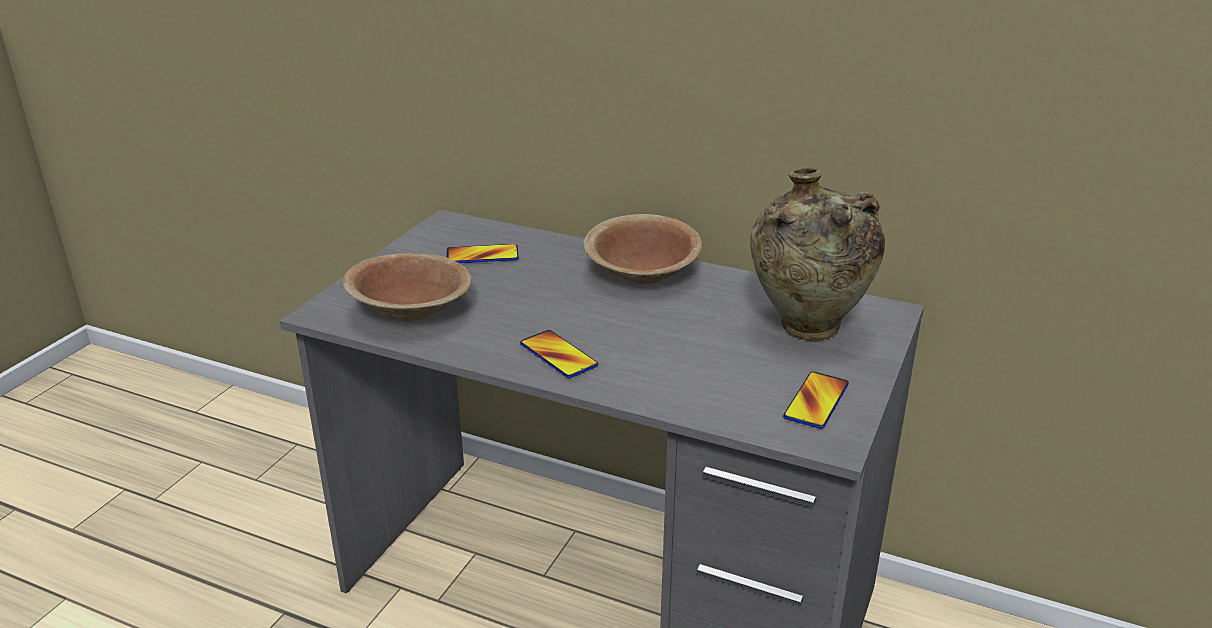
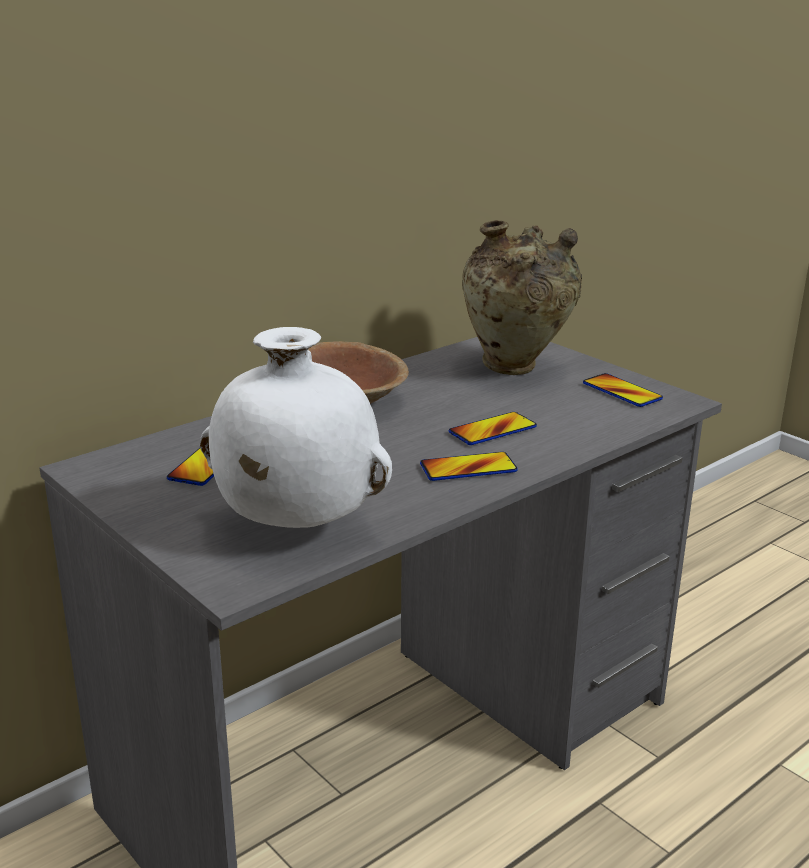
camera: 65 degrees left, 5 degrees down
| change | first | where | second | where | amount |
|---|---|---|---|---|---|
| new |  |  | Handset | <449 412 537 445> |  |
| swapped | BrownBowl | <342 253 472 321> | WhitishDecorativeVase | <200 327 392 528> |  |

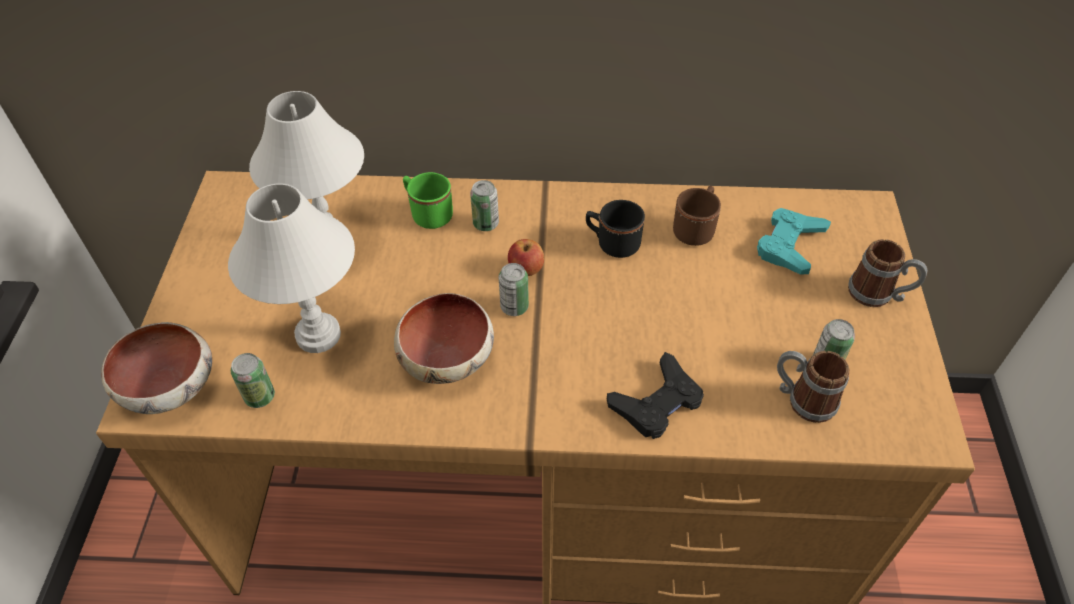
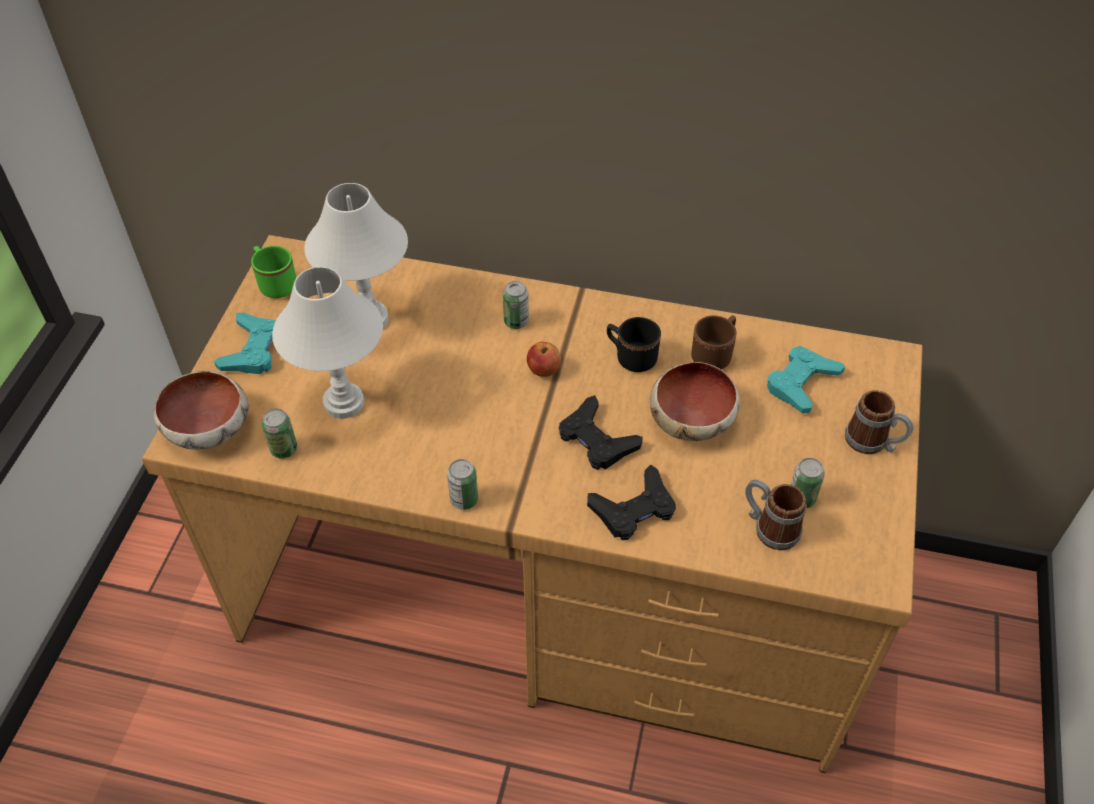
camera: 10 degrees right, 0 degrees up
| change | first | where | second | where | amount |
|---|---|---|---|---|---|
| new |  |  | TurquoiseColouredJoypad | <214 313 276 374> |  |
| new |  |  | BlackColouredJoypad | <559 395 643 470> |  |
| shifted | Bowl | <394 293 494 384> |  | <650 362 740 441> |  |
| shifted | GreenishCoffeeMug | <403 172 453 229> |  | <251 246 296 298> |  |
| shifted | SealedCan | <499 263 529 316> |  | <447 459 478 510> |  |

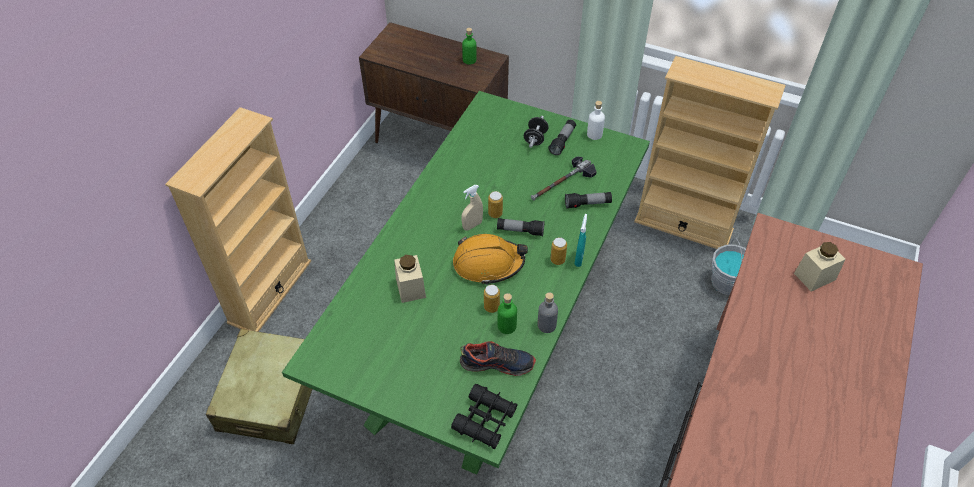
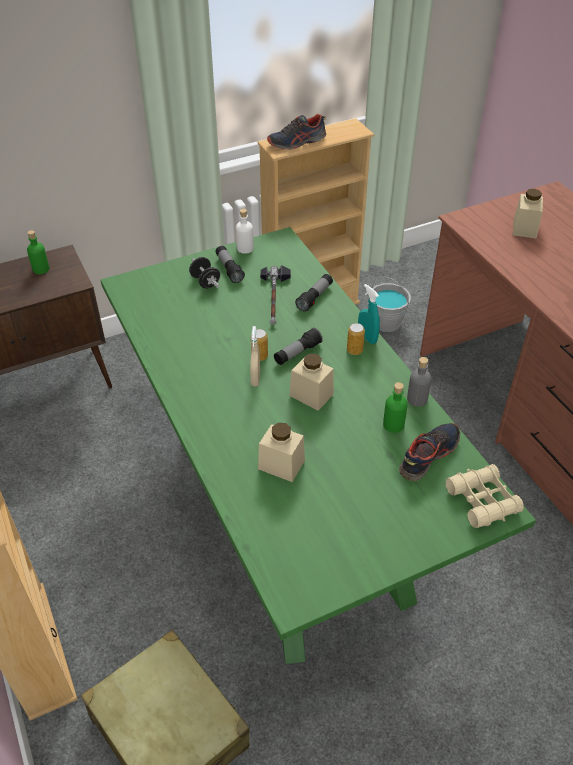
camera: 50 degrees left, 5 degrees down
| change | first | where | second | where | amount |
|---|---|---|---|---|---|
| gone | SealedCan | <484 285 500 313> |  |  |  |
| new |  |  | LowShoe | <267 114 326 150> |  |
| swapped | OrangeColouredSafetyHelmet | <453 234 528 285> | SandColouredPreserveJar | <289 353 334 411> |  |
| repainted | BlackColouredPairOfBinoculars | <451 384 518 449> | SandColouredPairOfBinoculars | <446 464 524 528> |  |

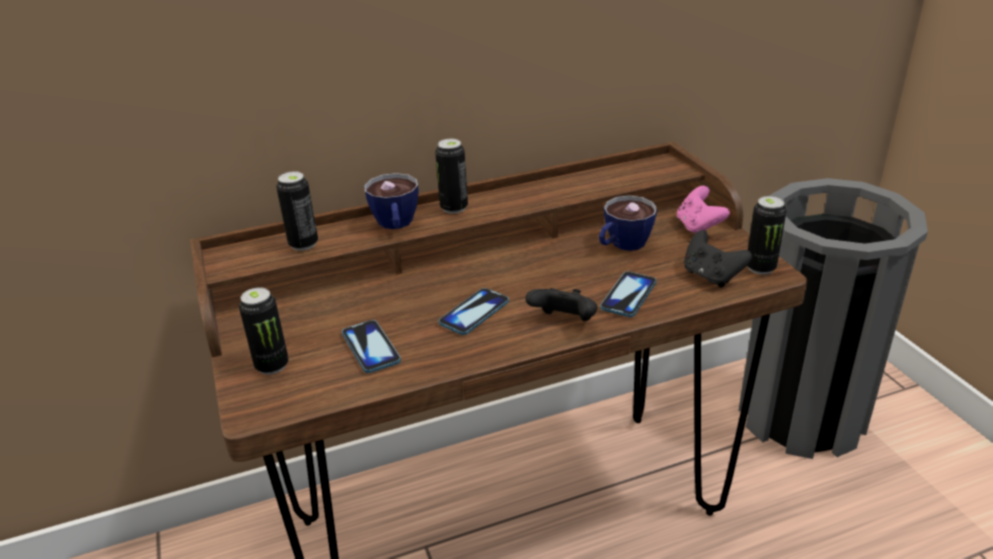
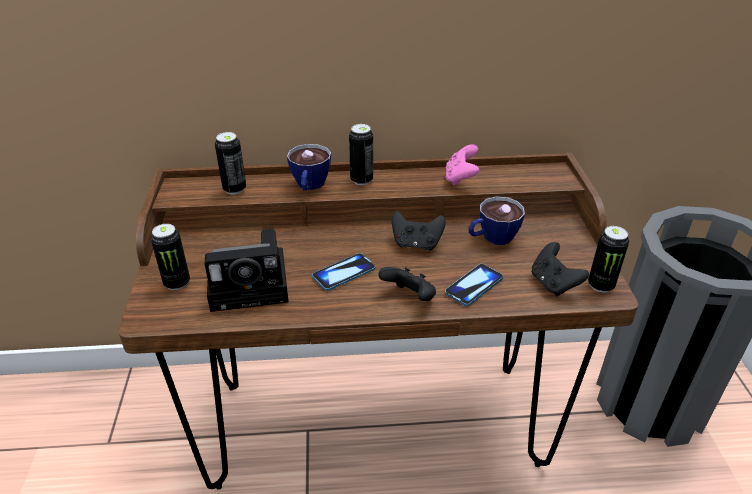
camera: 15 degrees right, 5 degrees up
| change | first | where | second | where | amount |
|---|---|---|---|---|---|
| new |  |  | BlackColouredJoypad | <392 211 446 250> |  |
| shifted | PinkColouredJoypad | <677 186 730 233> |  | <446 144 479 186> |  |
| swapped | Handset | <342 320 401 373> | PhotoCamera | <205 229 289 312> |  |

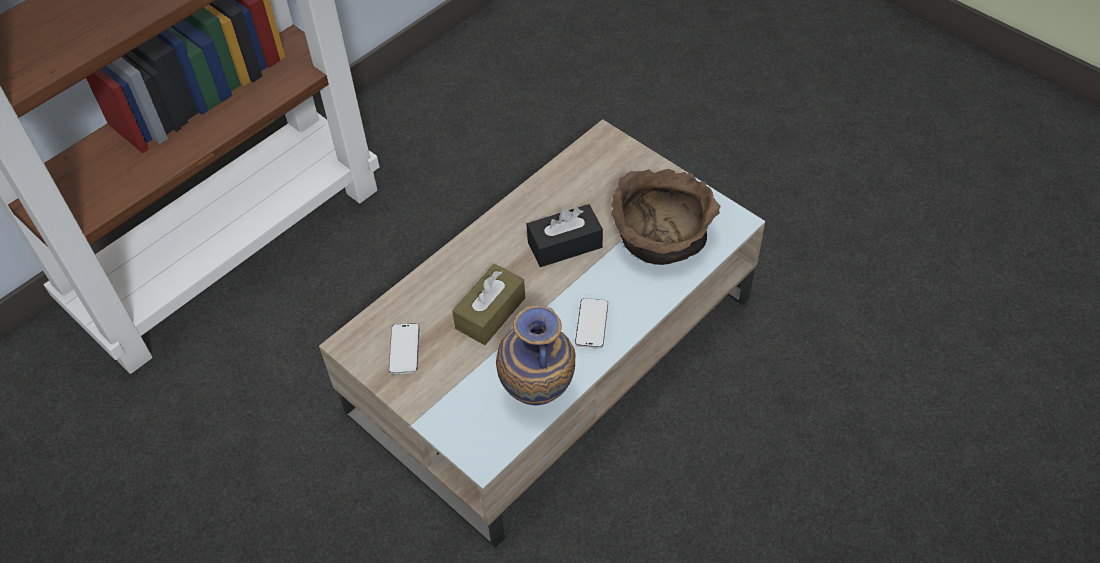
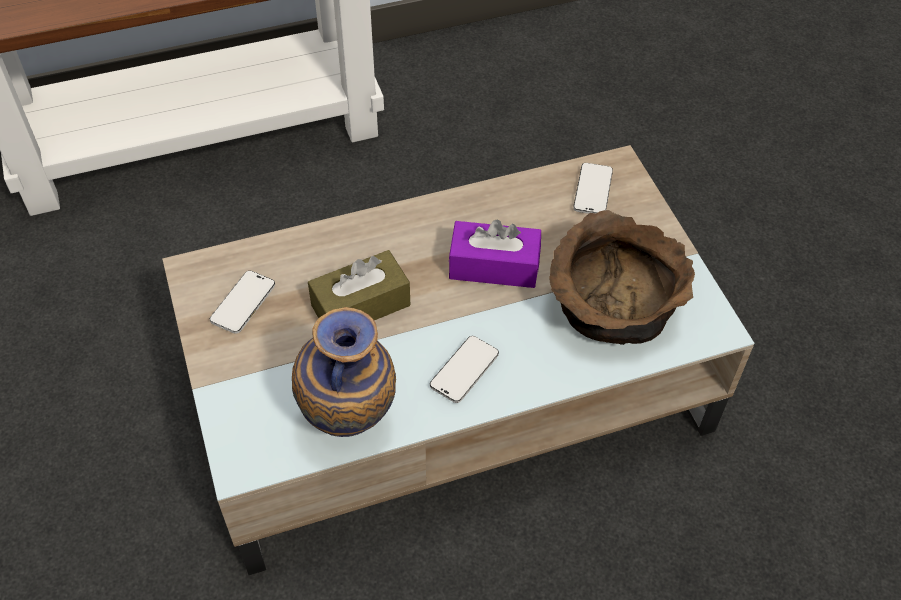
camera: 25 degrees right, 0 degrees up
| change | first | where | second | where | amount |
|---|---|---|---|---|---|
| new |  |  | Handset | <573 163 613 214> |  |
| repainted | BlackColouredTissueHolder | <526 204 603 267> | PurpleColouredTissueHolder | <449 219 541 288> |  |

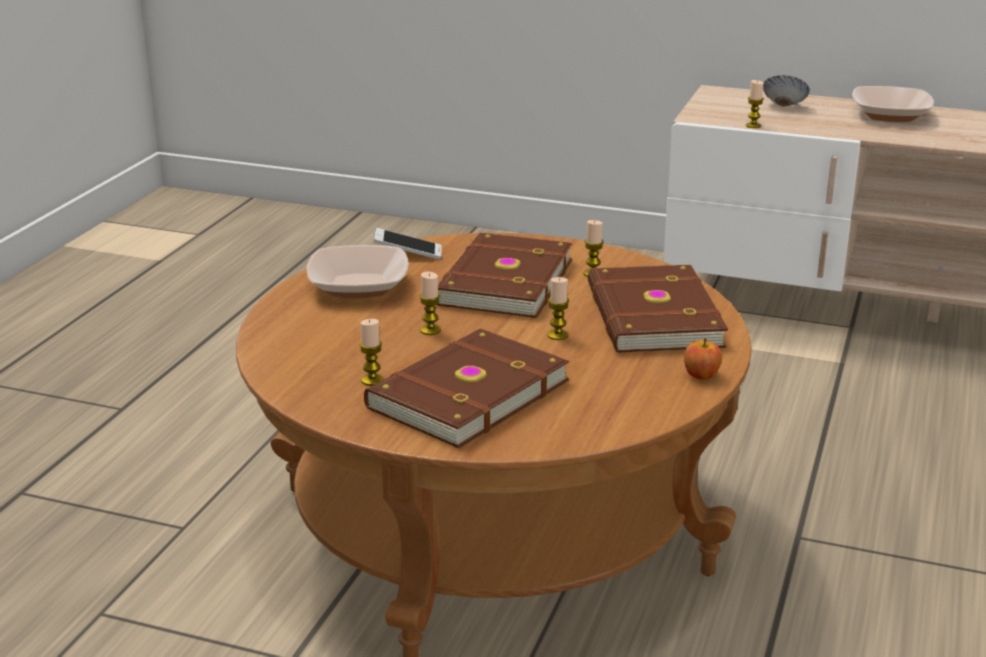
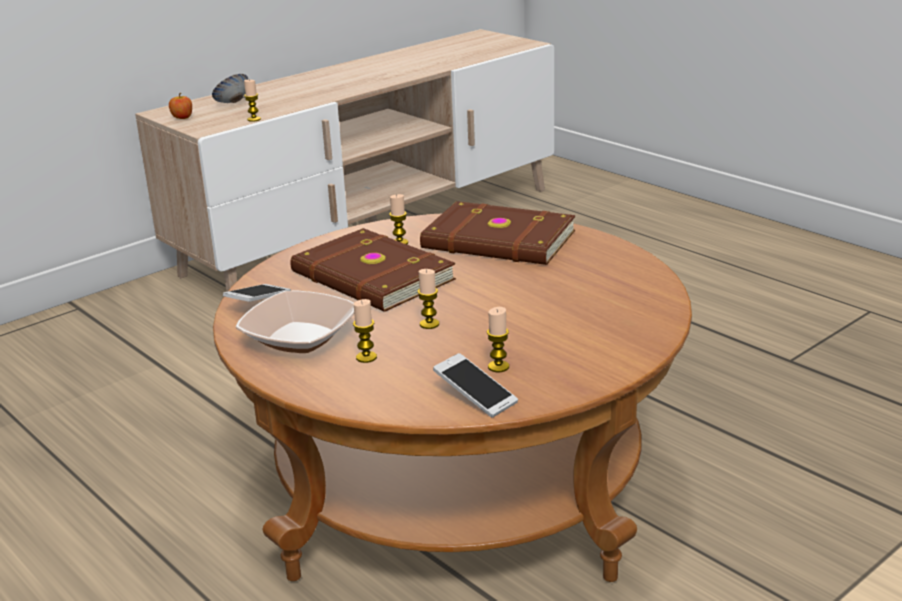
camera: 60 degrees left, 0 degrees up
| change | first | where | second | where | amount |
|---|---|---|---|---|---|
| gone | BrownBook | <364 329 569 448> |  |  |  |
| gone | Bowl | <852 86 934 122> |  |  |  |
| new |  |  | Handset | <433 353 518 418> |  |
| shifted | Candle | <548 277 570 340> |  | <353 299 377 363> |  |
| shifted | WholeApple | <684 339 722 380> |  | <169 93 192 119> |  |

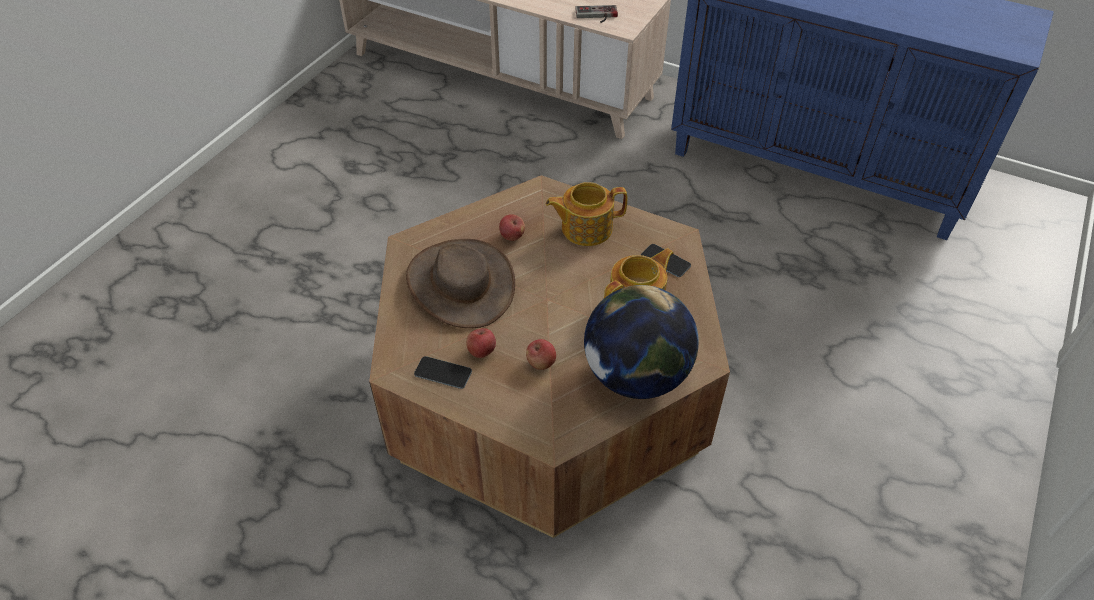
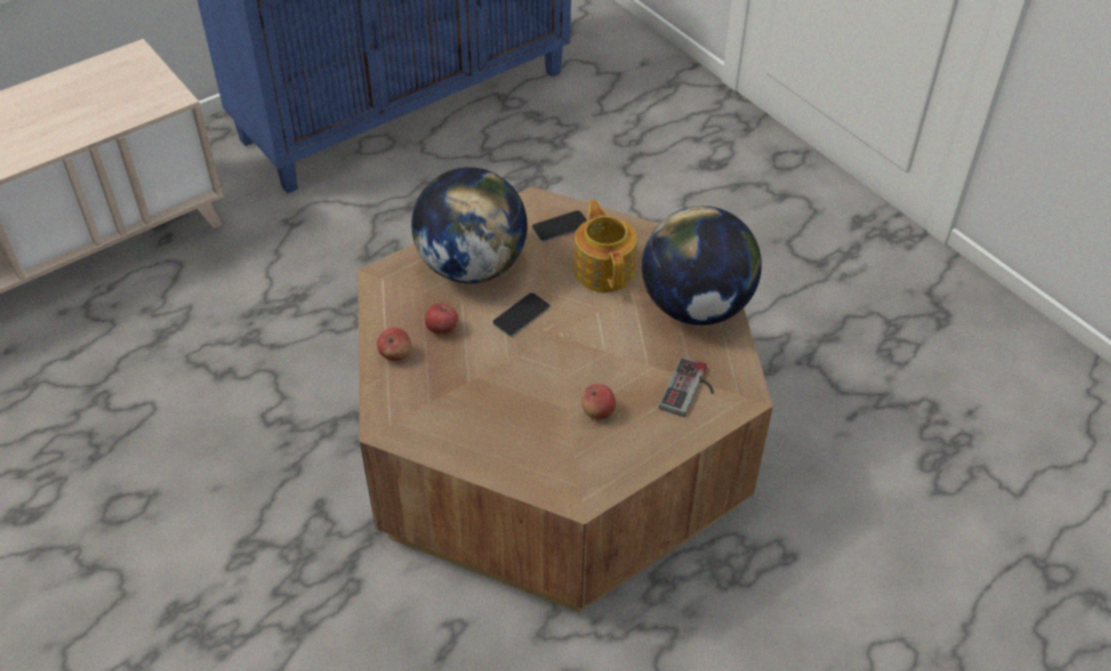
camera: 65 degrees left, 0 degrees up
| change | first | where | second | where | amount |
|---|---|---|---|---|---|
| gone | BrownClothingHat | <406 239 515 328> |  |  |  |
| shifted | Handset | <414 356 472 389> |  | <493 293 550 336> |  |
| shifted | WholeApple | <526 339 556 370> |  | <377 327 411 361> |  |
| shifted | Joypad | <575 5 618 23> |  | <659 356 714 417> |  |
| swapped | PotForTea | <546 182 627 246> | WorldGlobe | <411 167 527 283> |  |

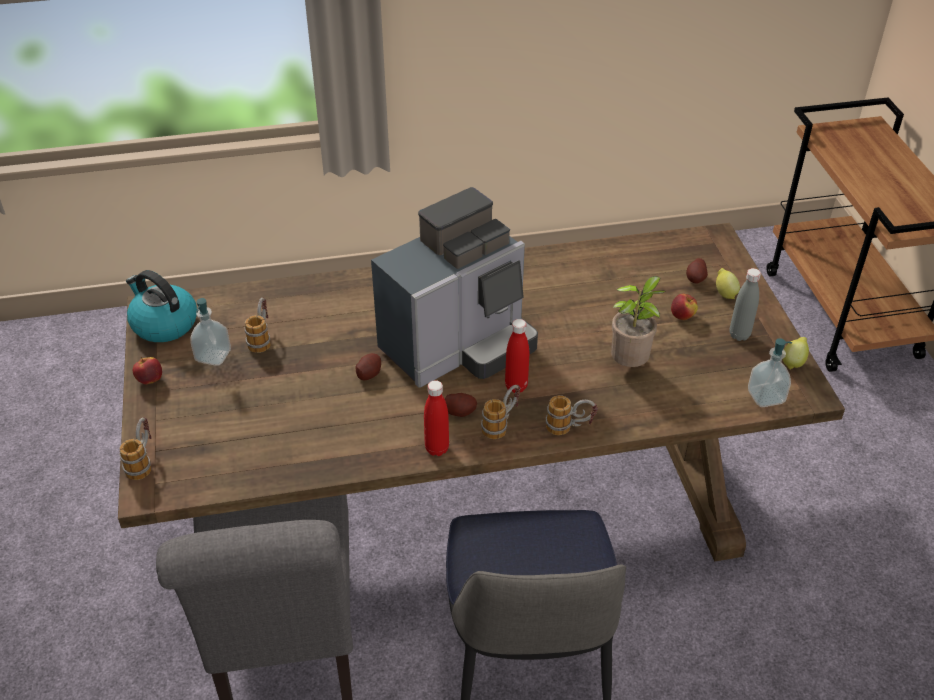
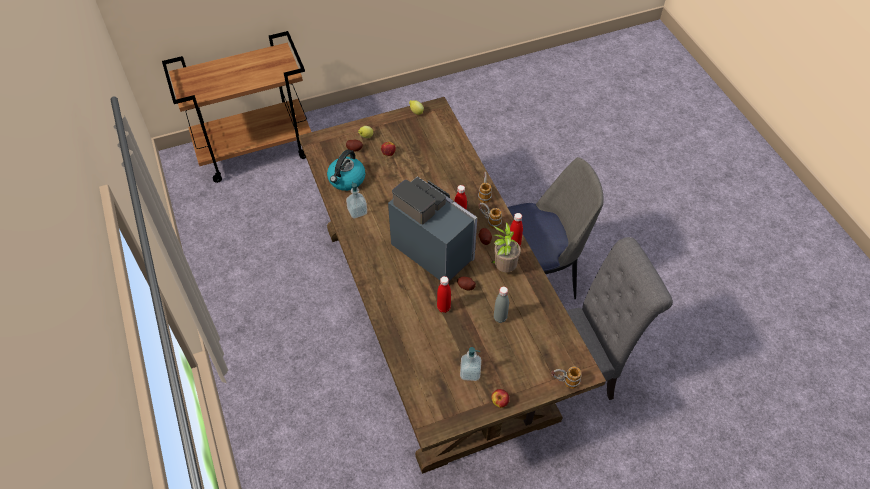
camera: 100 degrees left, 10 degrees up
| change | first | where | second | where | amount |
|---|---|---|---|---|---|
| gone | CoffeeMug | <244 297 270 353> |  |  |  |
| new |  |  | RedDrinkBottle | <437 276 451 313> |  |
| shifted | Kettle | <126 270 197 342> |  | <327 149 366 191> |  |
| shifted | PottedPlant | <611 276 666 367> |  | <492 222 521 272> |  |
| shifted | GreyDrinkBottle | <730 268 761 341> |  | <494 287 509 323> |  |
| shifted | SoapBottle | <748 338 792 407> |  | <346 182 367 218> |  |

